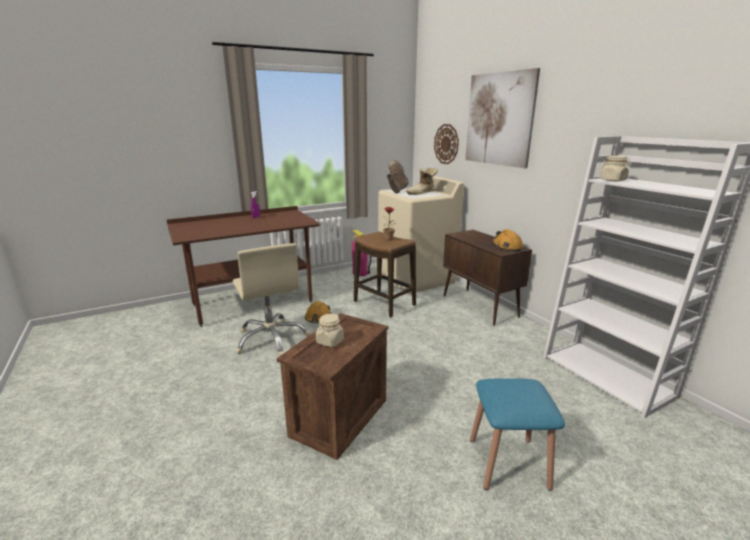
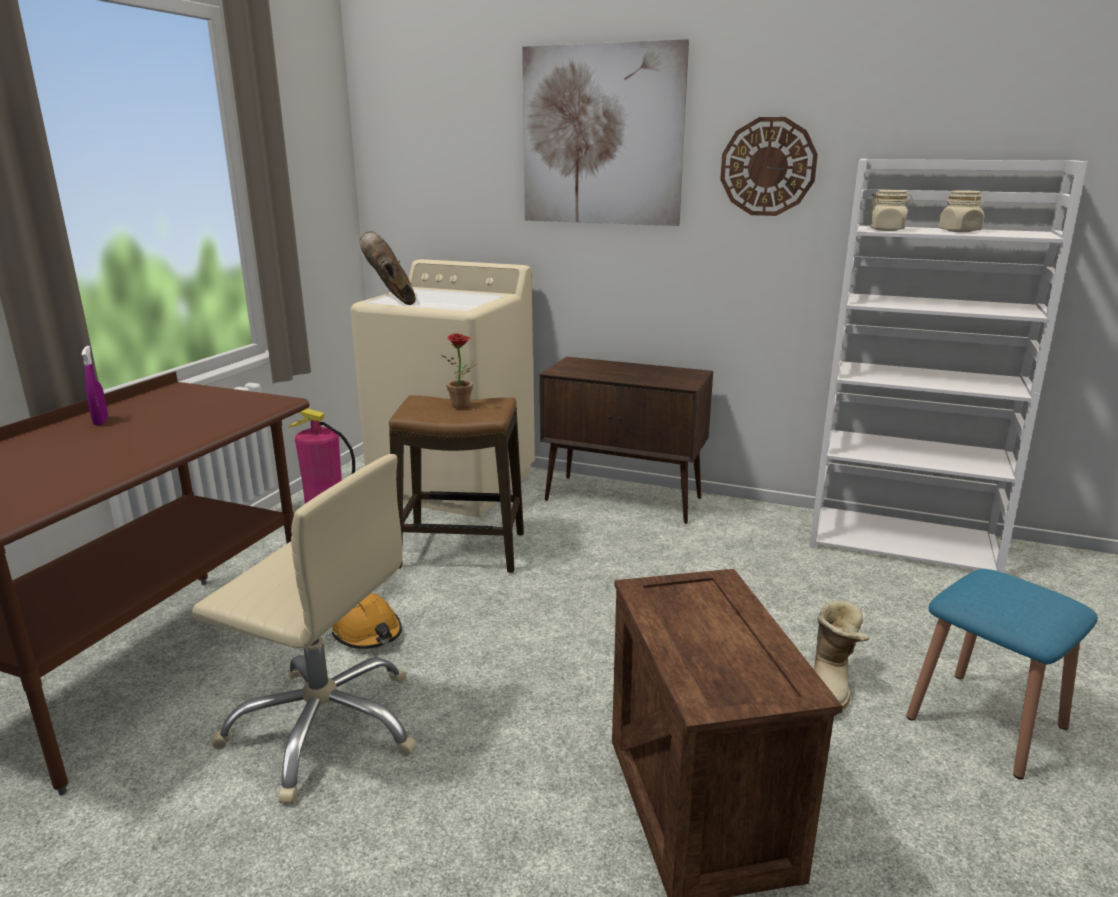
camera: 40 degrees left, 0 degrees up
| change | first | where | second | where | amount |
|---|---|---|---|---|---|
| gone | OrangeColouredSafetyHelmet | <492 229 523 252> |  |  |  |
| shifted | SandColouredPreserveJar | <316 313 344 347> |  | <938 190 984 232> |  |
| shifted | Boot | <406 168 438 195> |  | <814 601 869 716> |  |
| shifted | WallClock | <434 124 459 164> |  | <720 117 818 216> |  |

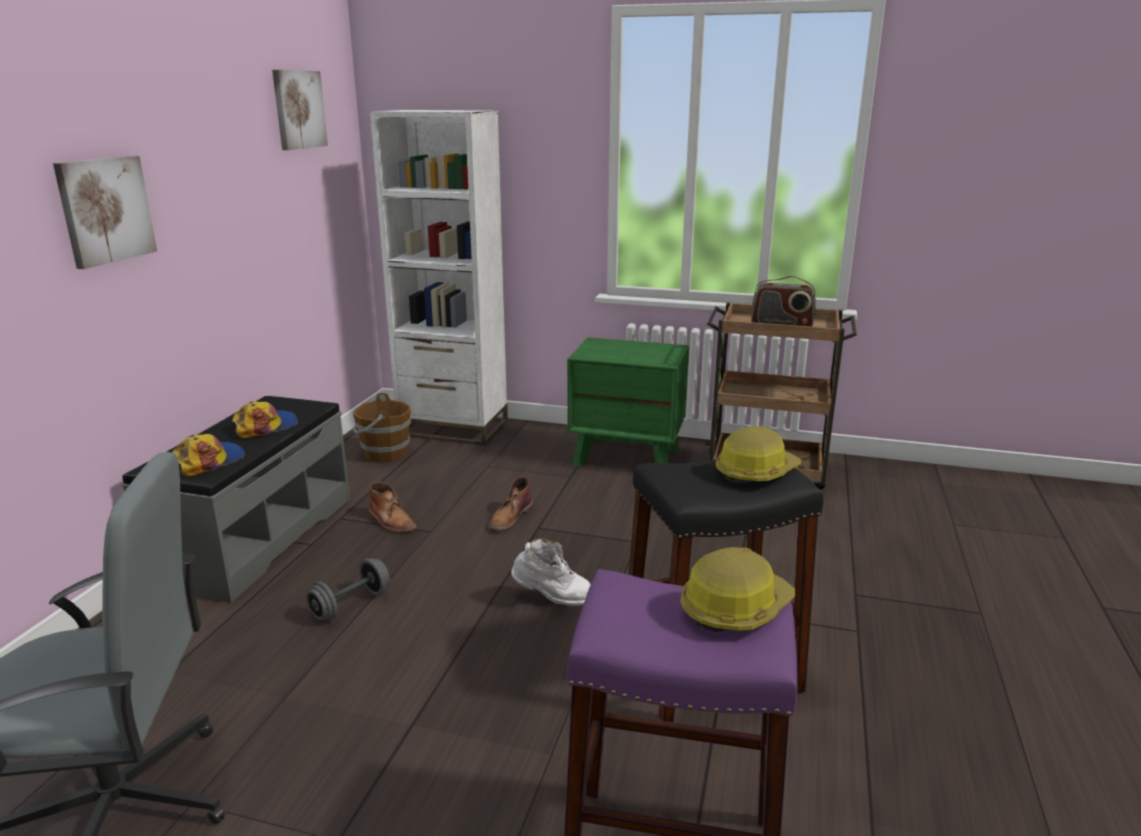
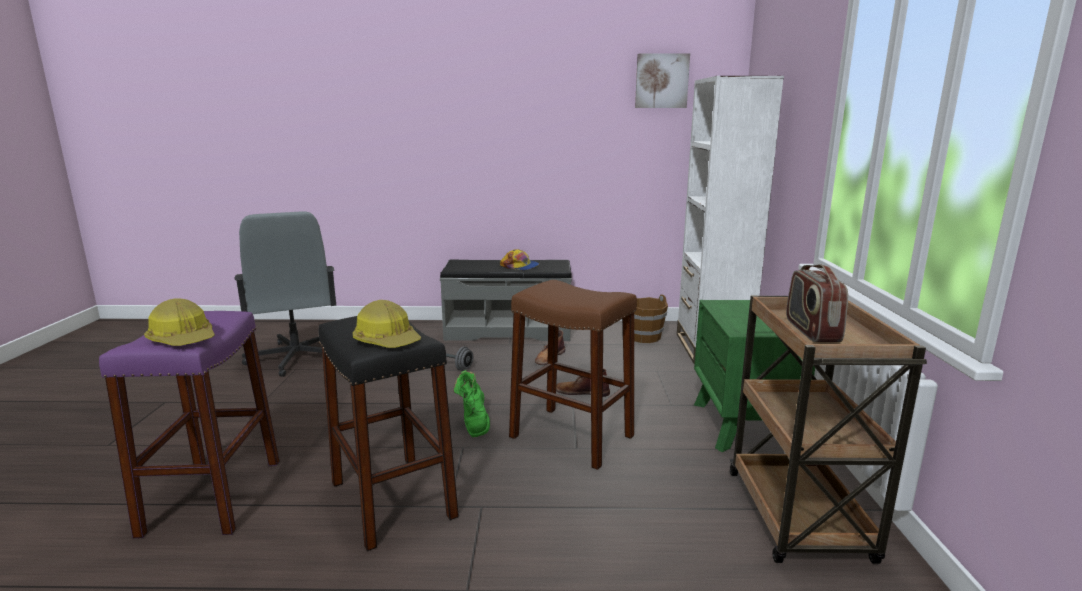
camera: 75 degrees right, 5 degrees down
| change | first | where | second | where | amount |
|---|---|---|---|---|---|
| gone | WallArt | <53 156 157 269> |  |  |  |
| gone | BaseballCap | <172 434 245 476> |  |  |  |
| new |  |  | BrownStoolSeat | <509 280 637 470> |  |
| repainted | WhitishBoot | <511 538 591 606> | GreenishBoot | <453 370 490 437> |  |

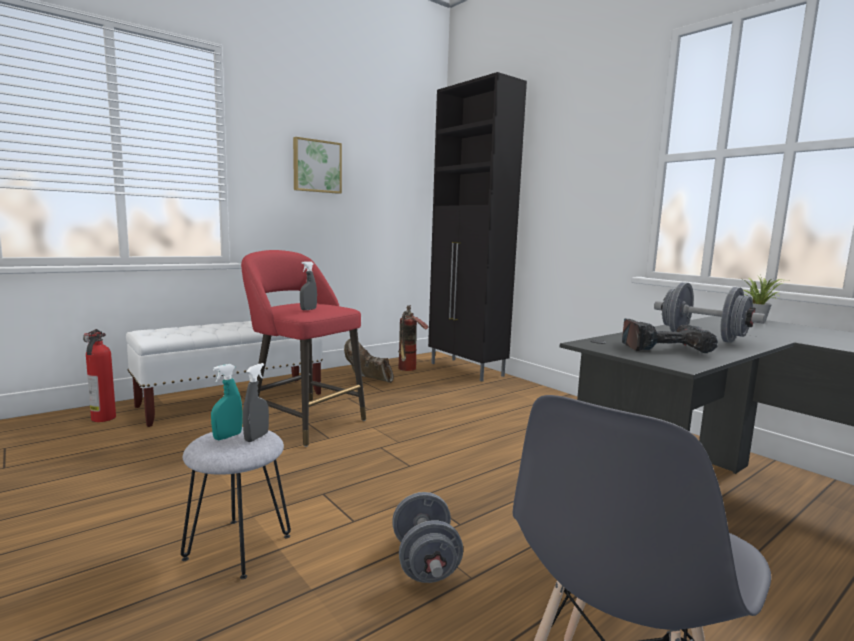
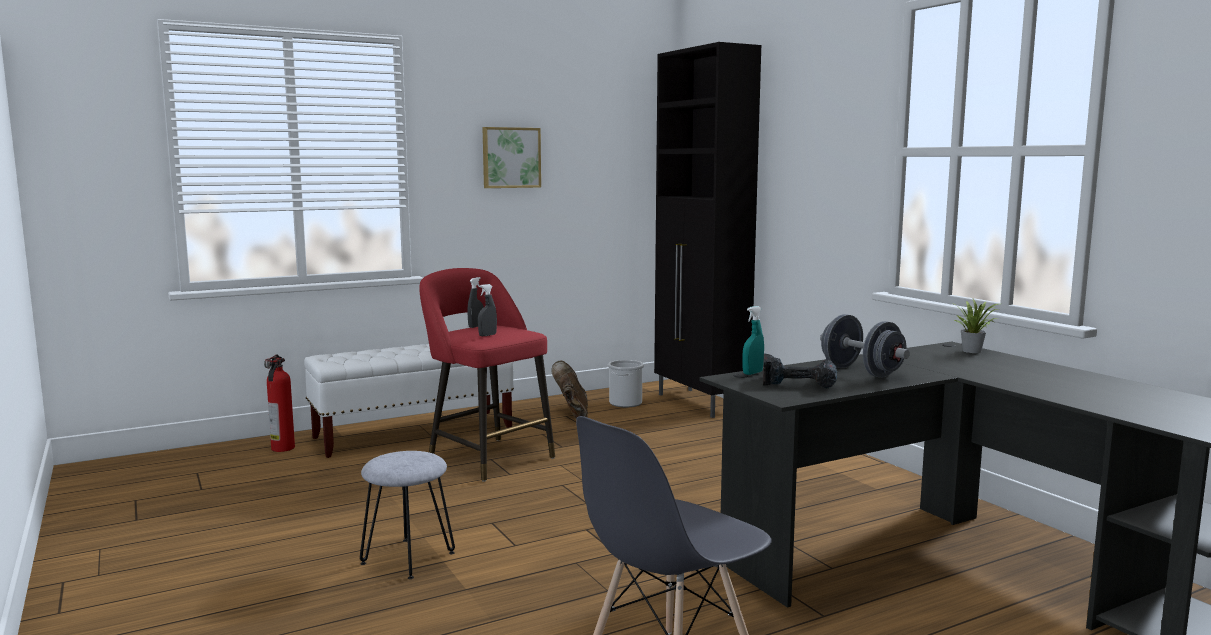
camera: 10 degrees right, 0 degrees up
| change | first | where | second | where | amount |
|---|---|---|---|---|---|
| gone | GreyFreeWeight | <392 492 463 583> |  |  |  |
| shifted | TurquoiseColouredHandSprayer | <211 364 243 440> |  | <742 306 764 375> |  |
| shifted | GreyHandSprayer | <243 363 269 442> |  | <467 277 484 328> |  |
| swapped | Extinguisher | <398 305 428 371> | Pail | <608 360 644 407> |  |
| rotated | BrownBoot | <344 339 394 383> |  | <551 360 588 419> | 45 degrees clockwise |

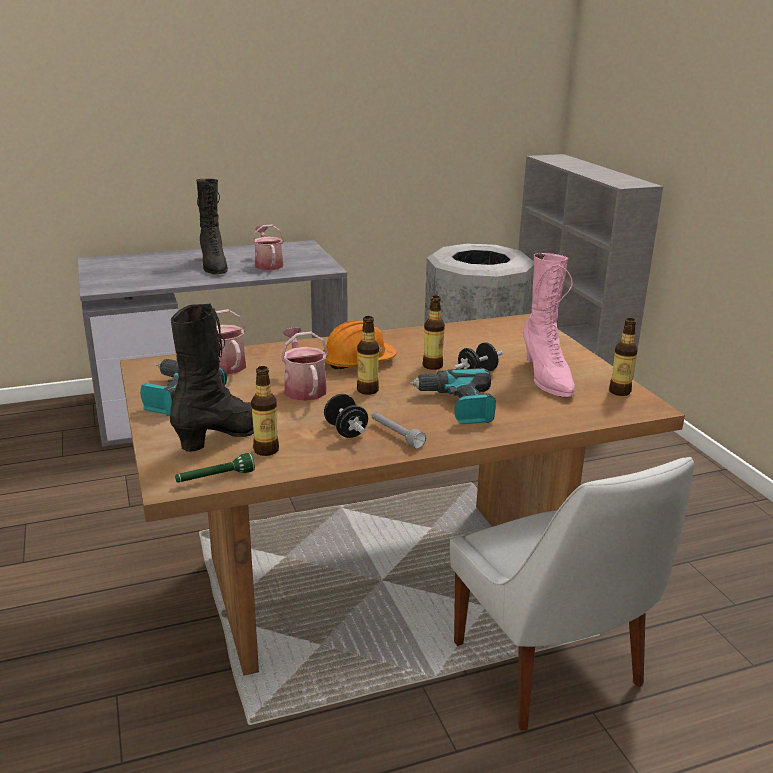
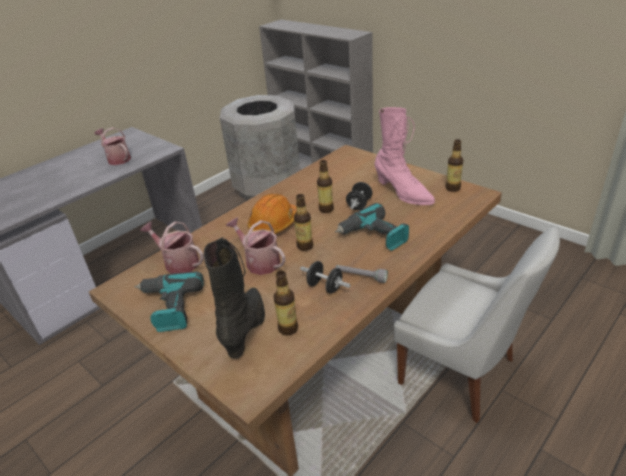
camera: 25 degrees left, 10 degrees up
| change | first | where | second | where | amount |
|---|---|---|---|---|---|
| gone | GreenishFlashlight | <175 453 255 483> |  |  |  |
| gone | BlackColouredBoot | <196 179 228 274> |  |  |  |

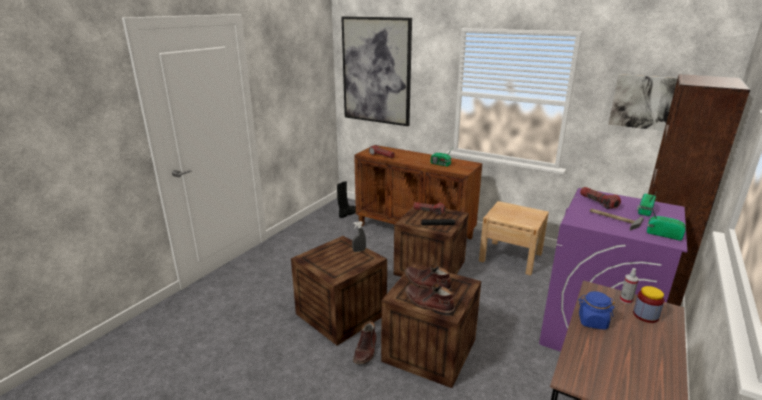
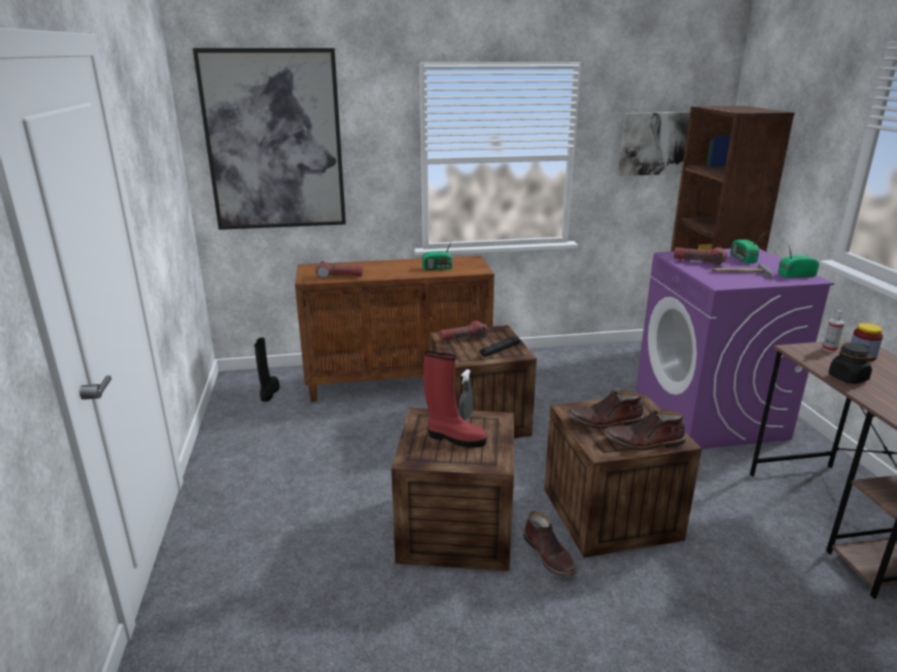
camera: 40 degrees left, 0 degrees up
| change | first | where | second | where | amount |
|---|---|---|---|---|---|
| gone | SandColouredNightstand | <479 201 549 276> |  |  |  |
| new |  |  | RedBoot | <424 351 487 447> |  |
| repainted | BluePreserveJar | <578 291 615 330> | BlackColouredPreserveJar | <829 343 872 384> |  |

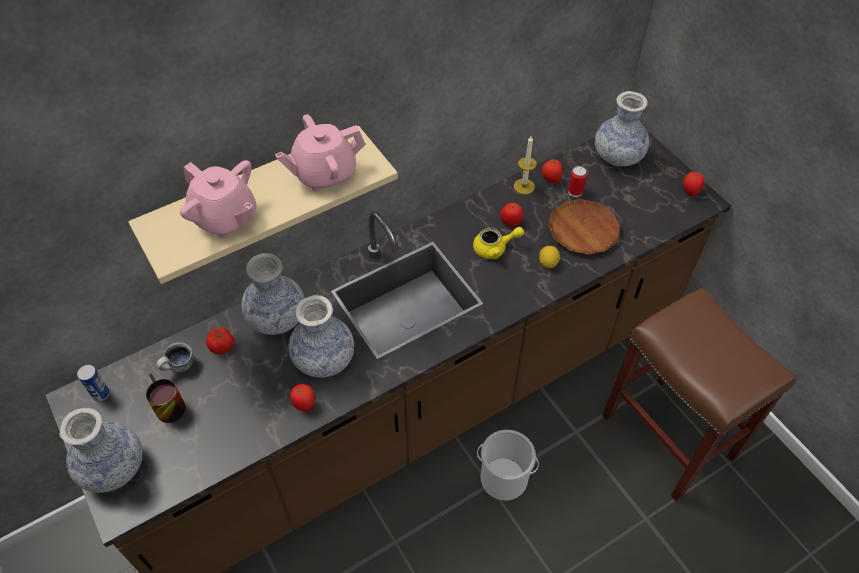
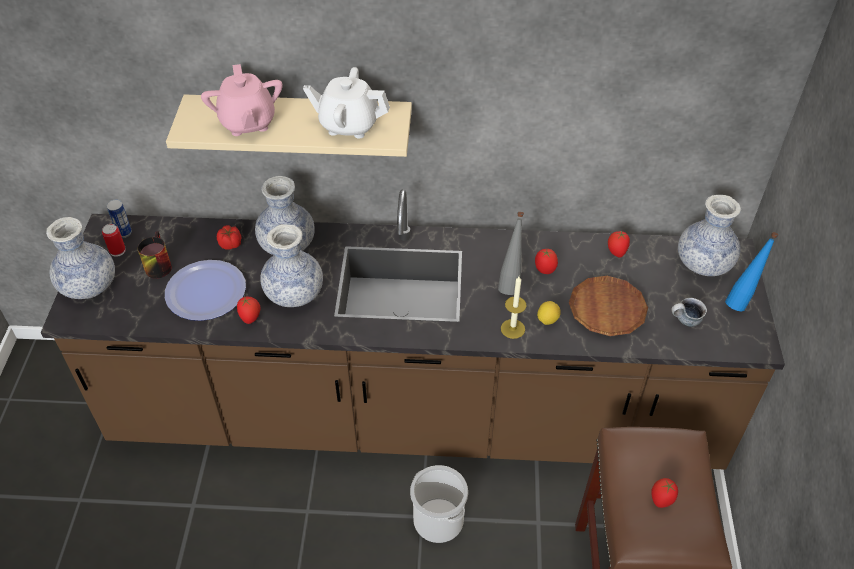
camera: 35 degrees right, 5 degrees down
| change | first | where | second | where | amount |
|---|---|---|---|---|---|
| new |  |  | DinnerPlate | <165 260 246 321> |  |
| new |  |  | BlueDrinkBottle | <725 232 778 311> |  |
| shifted | CoffeeMug | <156 342 193 372> |  | <671 298 707 327> |  |
| shifted | Candle | <514 136 537 194> |  | <501 276 527 339> |  |
| shifted | SealedCan | <568 166 587 197> |  | <102 224 125 257> |  |
| shifted | WholeTomato | <683 171 705 197> |  | <651 478 678 508> |  |
| swapped | YellowColouredPotForTea | <473 227 524 259> | GreyDrinkBottle | <498 212 524 295> |  |
| repainted | PinkColouredPotForTea | <275 114 366 191> | WhitishPotForTea | <303 67 390 138> |  |

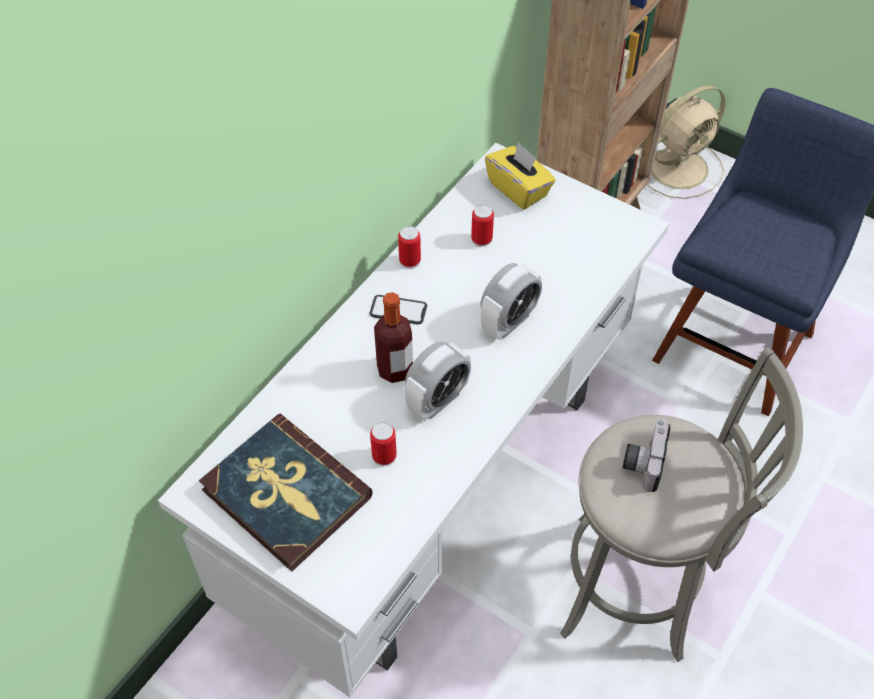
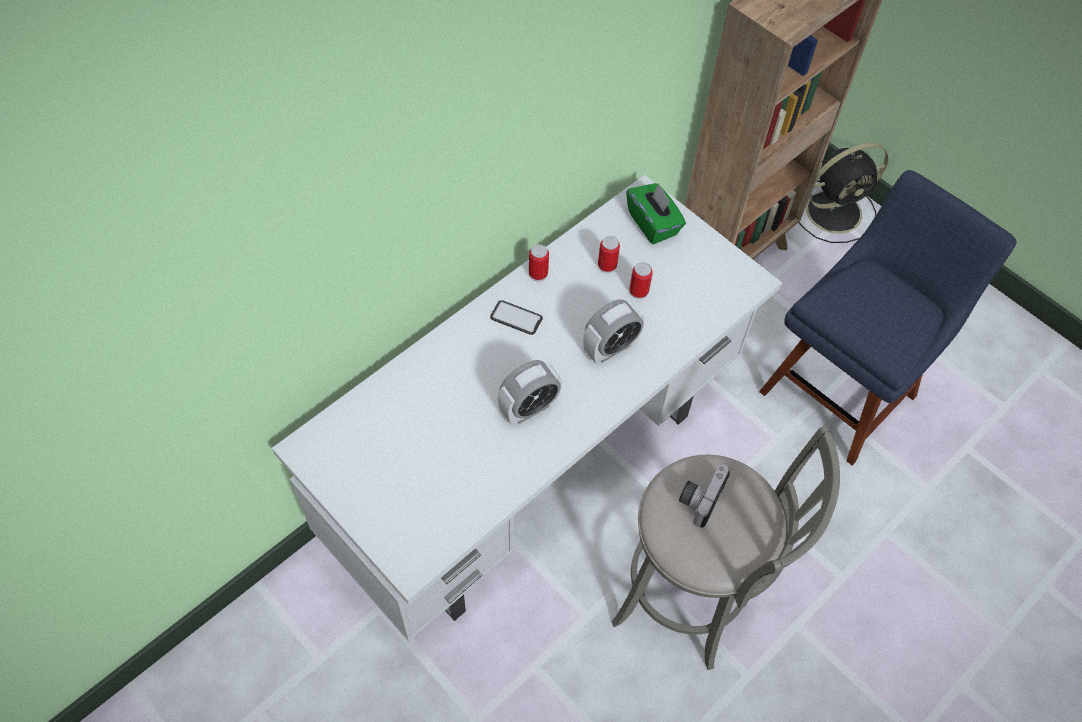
camera: 10 degrees right, 5 degrees up
| change | first | where | second | where | amount |
|---|---|---|---|---|---|
| gone | Book | <199 413 373 572> |  |  |  |
| gone | DrinkBottle | <374 292 413 383> |  |  |  |
| shifted | SealedCan | <370 422 397 466> |  | <629 262 653 299> |  |
| repainted | YellowColouredTissueHolder | <485 142 556 210> | GreenishTissueHolder | <626 183 686 244> |  |
| repainted | SandColouredFan | <647 85 726 199> | BlackColouredFan | <798 143 889 243> |  |

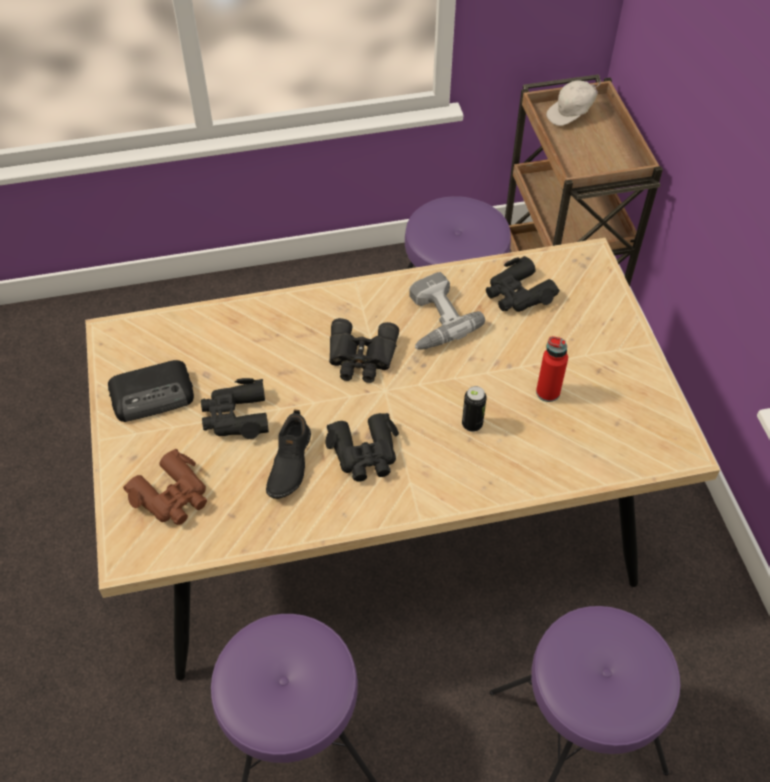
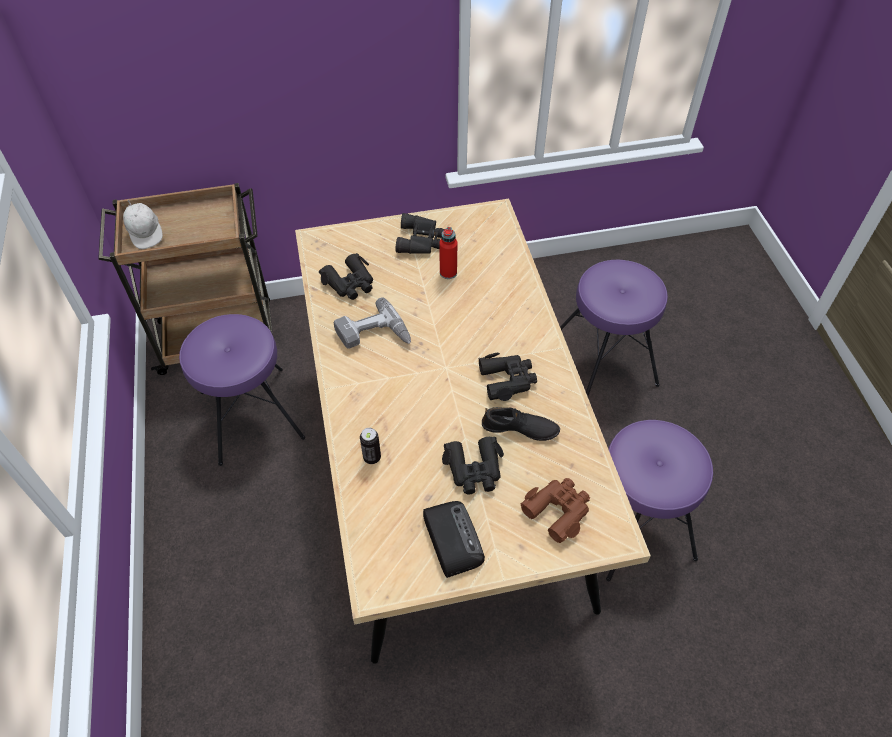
camera: 90 degrees left, 0 degrees up
| change | first | where | second | where | amount |
|---|---|---|---|---|---|
| shifted | BlackColouredPairOfBinoculars | <329 318 399 383> |  | <395 213 445 254> |  |
| shifted | SealedCan | <462 386 487 432> |  | <360 428 381 464> |  |

